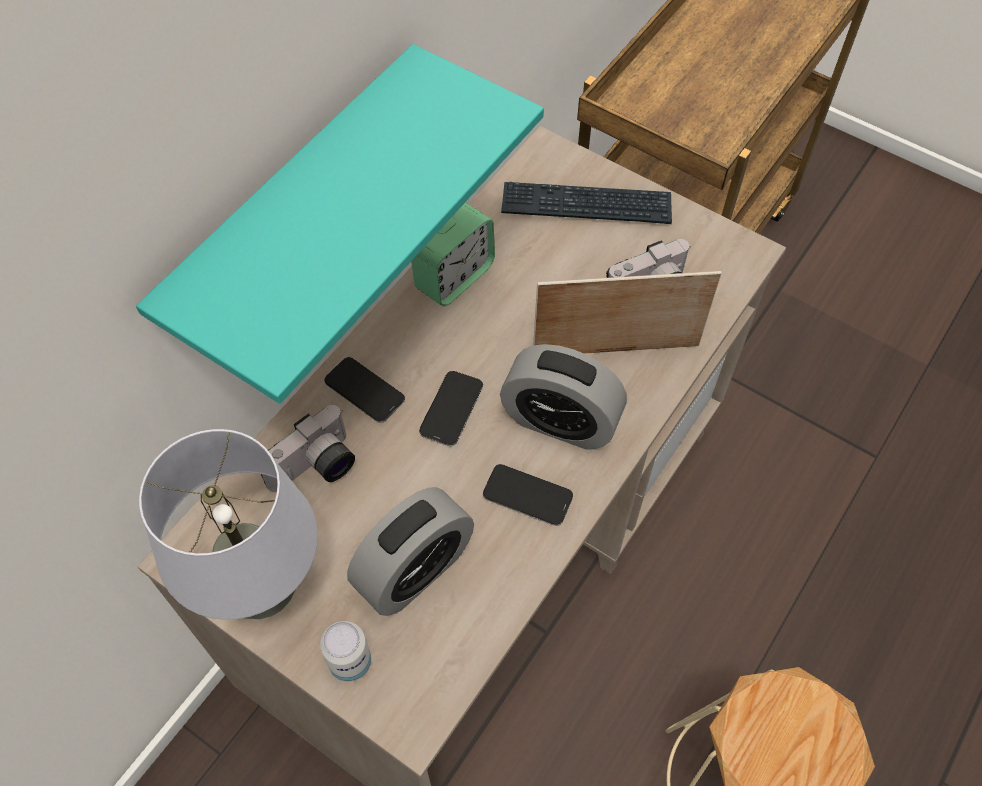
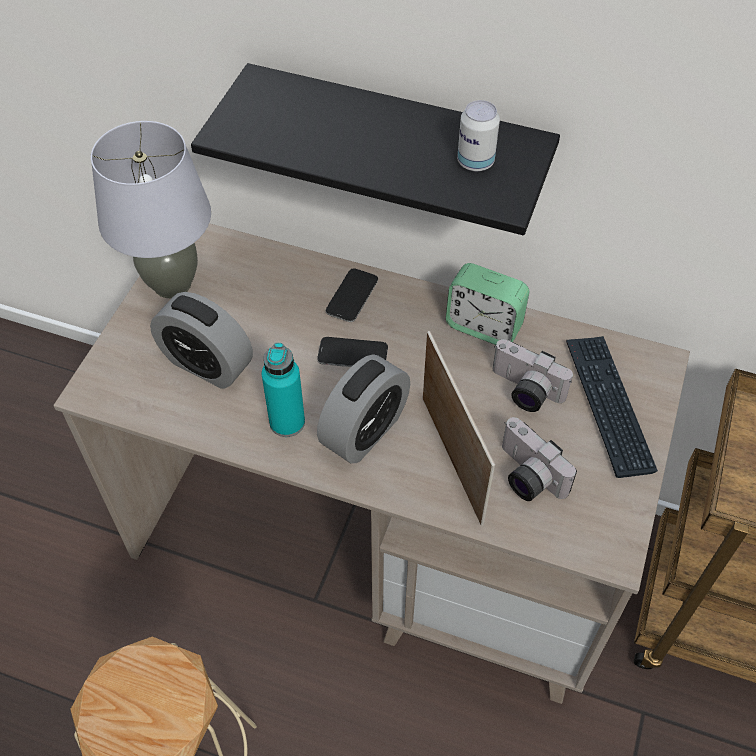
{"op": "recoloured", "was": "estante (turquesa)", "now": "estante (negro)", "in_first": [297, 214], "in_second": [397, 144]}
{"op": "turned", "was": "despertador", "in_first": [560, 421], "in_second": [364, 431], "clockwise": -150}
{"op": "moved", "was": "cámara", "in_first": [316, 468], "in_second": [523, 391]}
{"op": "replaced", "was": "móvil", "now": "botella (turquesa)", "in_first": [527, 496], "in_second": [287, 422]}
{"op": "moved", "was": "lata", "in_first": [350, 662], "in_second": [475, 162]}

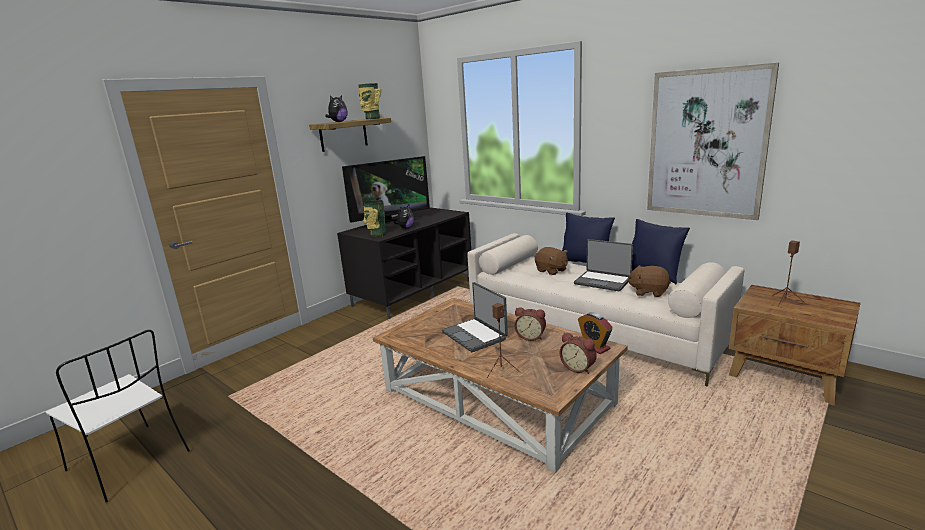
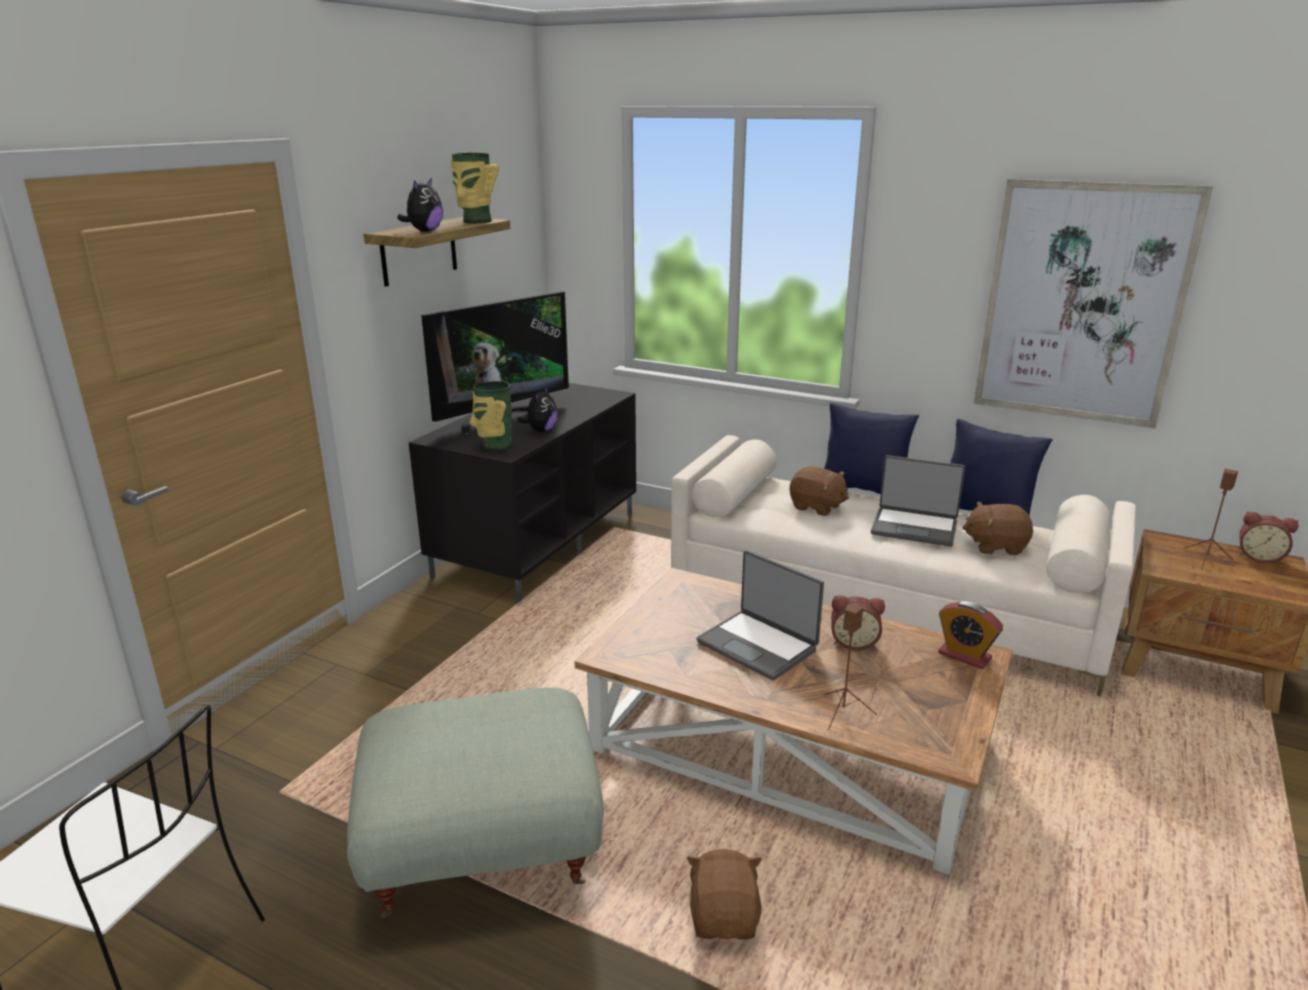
{"op": "moved", "was": "despertador", "in_first": [578, 368], "in_second": [1259, 557]}
{"op": "added", "now": "puf (gris)", "in_second": [482, 851]}
{"op": "added", "now": "peluche (marrón)", "in_second": [724, 917]}

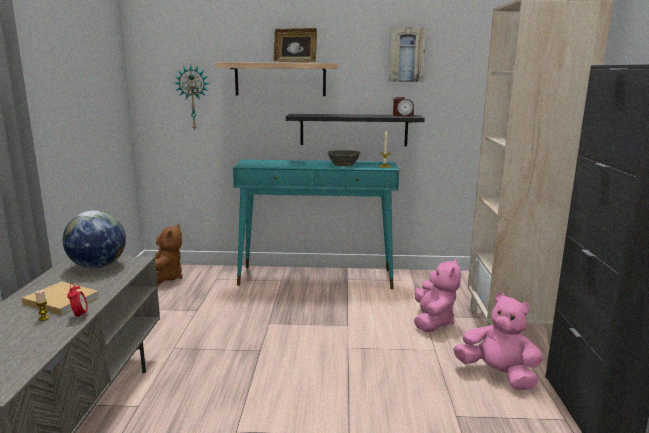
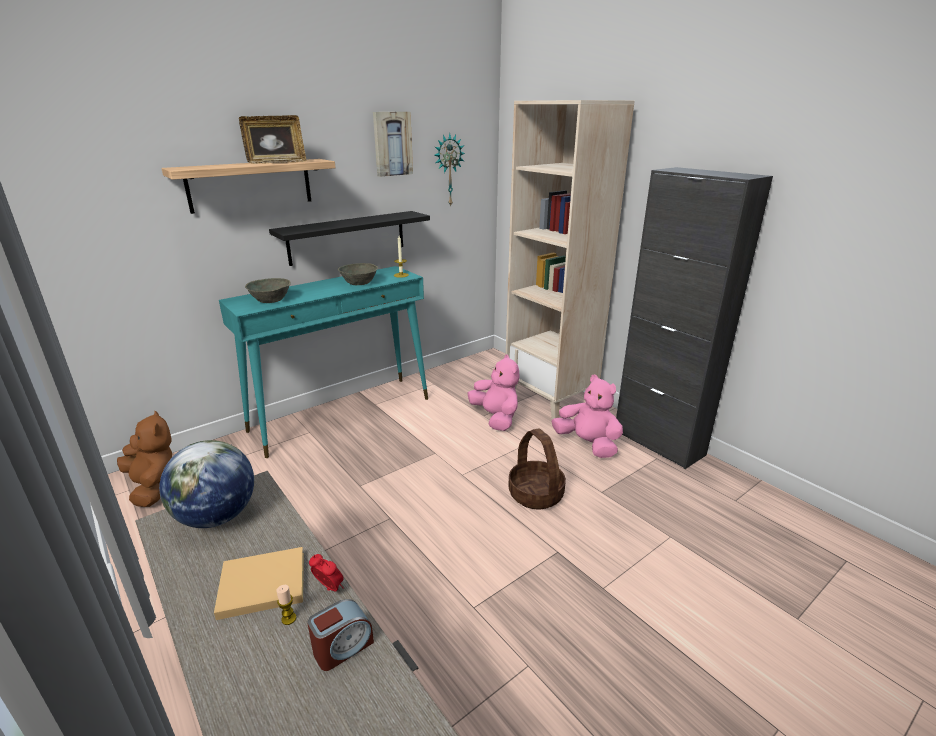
{"op": "moved", "was": "reloj de pared", "in_first": [193, 97], "in_second": [448, 170]}
{"op": "moved", "was": "despertador", "in_first": [403, 115], "in_second": [343, 647]}
{"op": "turned", "was": "peluche (rosa)", "in_first": [497, 375], "in_second": [587, 444], "clockwise": 45}
{"op": "added", "now": "cuenco (gris)", "in_second": [271, 300]}
{"op": "added", "now": "cesta", "in_second": [535, 494]}

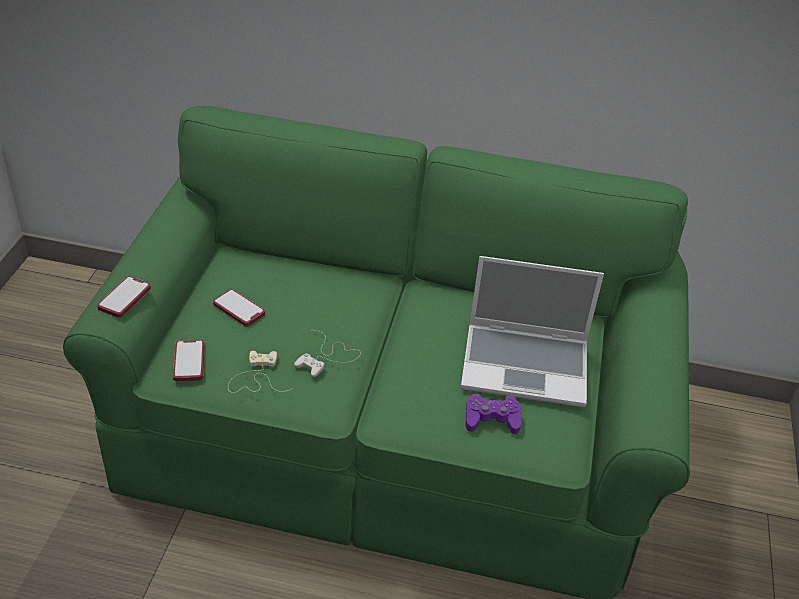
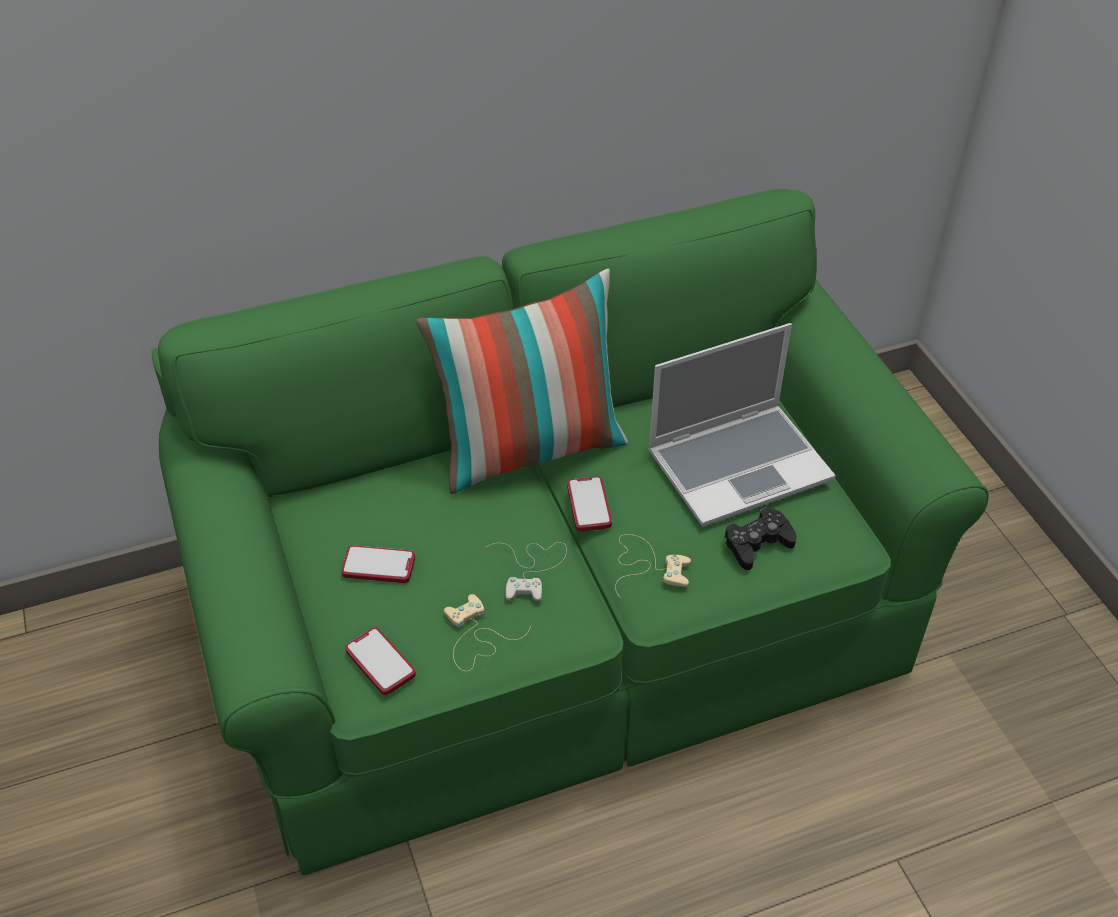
{"op": "moved", "was": "móvil", "in_first": [124, 298], "in_second": [589, 505]}
{"op": "recoloured", "was": "mando de consola (morado)", "now": "mando de consola (negro)", "in_first": [491, 419], "in_second": [757, 543]}
{"op": "added", "now": "cojín", "in_second": [530, 449]}
{"op": "added", "now": "mando de consola (beis)", "in_second": [647, 565]}

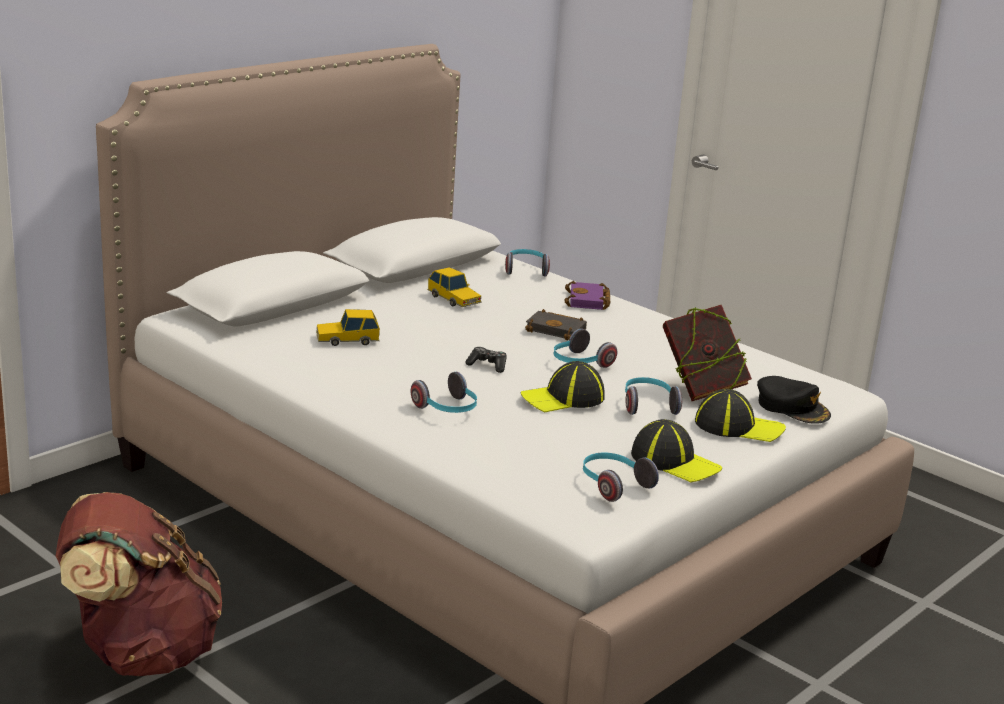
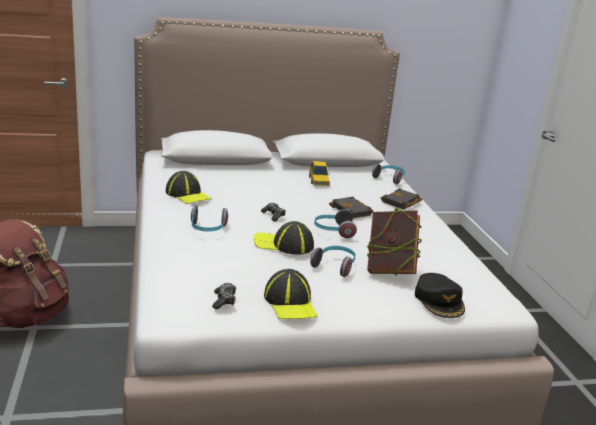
{"op": "recoloured", "was": "libro (morado)", "now": "libro (negro)", "in_first": [588, 301], "in_second": [401, 203]}
{"op": "removed", "was": "coche de juguete", "in_first": [347, 339]}
{"op": "moved", "was": "gorra", "in_first": [738, 427], "in_second": [188, 195]}
{"op": "replaced", "was": "auriculares", "now": "mando de consola", "in_first": [613, 485], "in_second": [224, 301]}

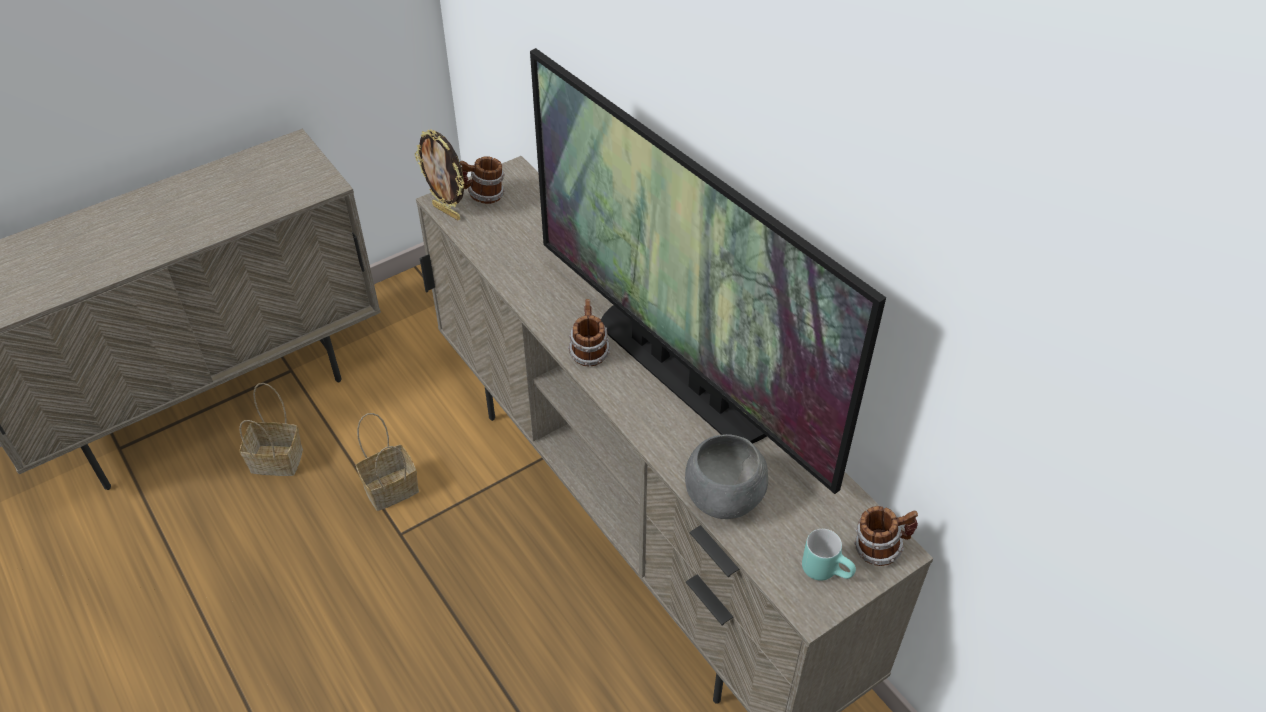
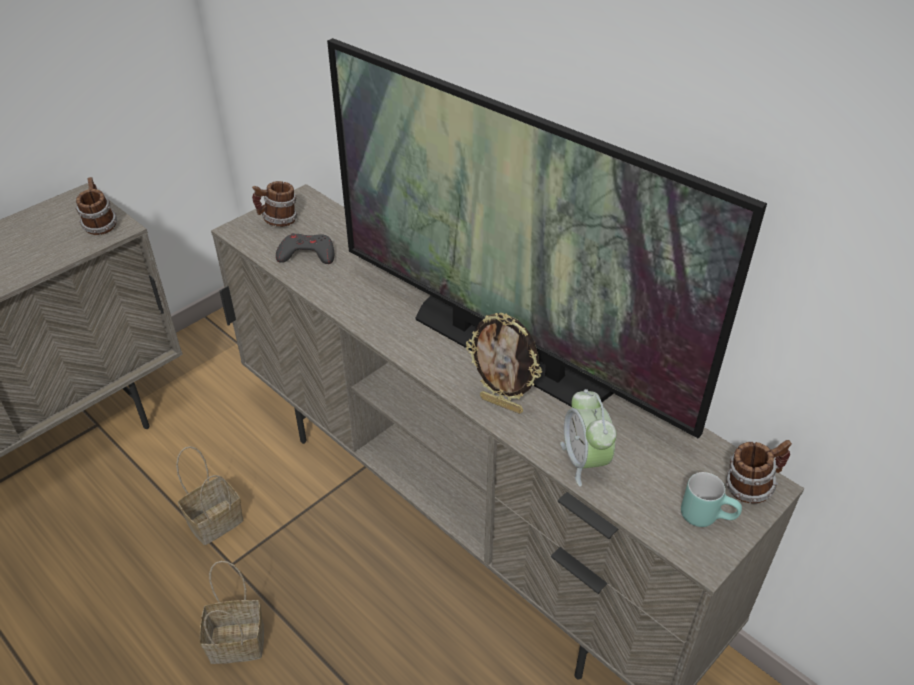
{"op": "moved", "was": "portarretratos", "in_first": [447, 212], "in_second": [502, 404]}
{"op": "moved", "was": "taza grande", "in_first": [588, 352], "in_second": [100, 225]}
{"op": "moved", "was": "cesta", "in_first": [278, 459], "in_second": [239, 641]}
{"op": "replaced", "was": "cuenco (gris)", "now": "despertador", "in_first": [725, 497], "in_second": [585, 461]}
{"op": "added", "now": "mando de consola (gris)", "in_second": [307, 254]}

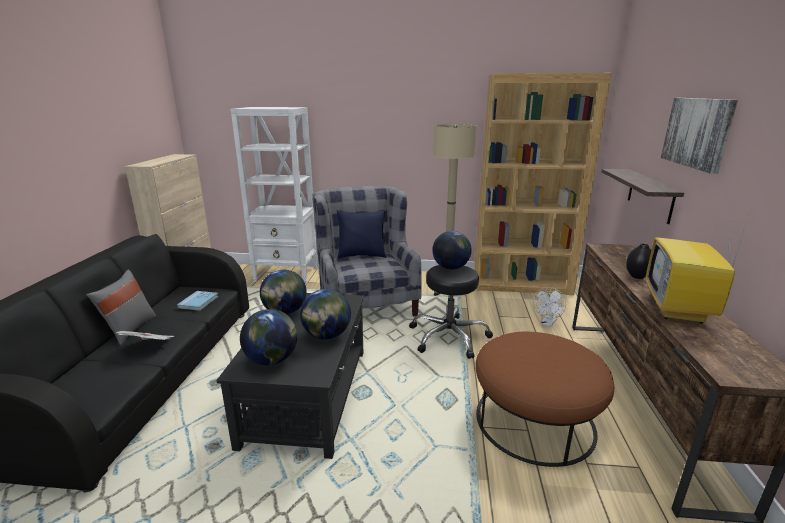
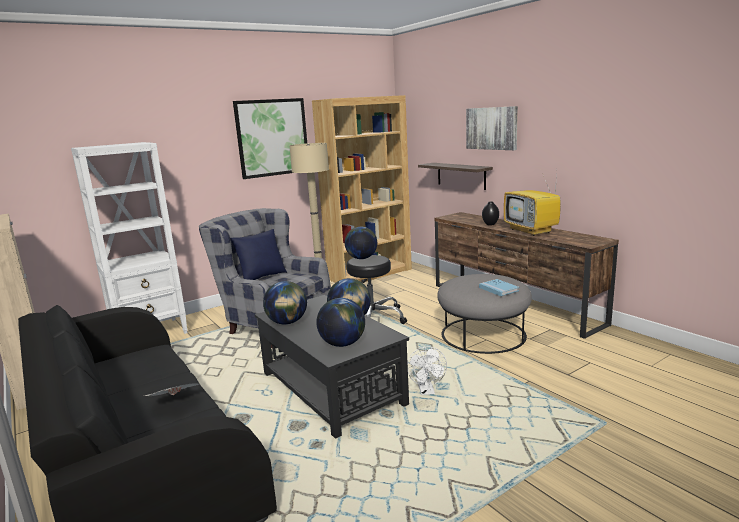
{"op": "removed", "was": "cojín (gris)", "in_first": [129, 329]}
{"op": "moved", "was": "ventilador (blanco)", "in_first": [547, 323], "in_second": [427, 391]}
{"op": "moved", "was": "libro (azul)", "in_first": [198, 302], "in_second": [498, 289]}
{"op": "recoloured", "was": "puf (marrón)", "now": "puf (gris)", "in_first": [535, 420], "in_second": [483, 334]}
{"op": "added", "now": "cuadro", "in_second": [272, 137]}

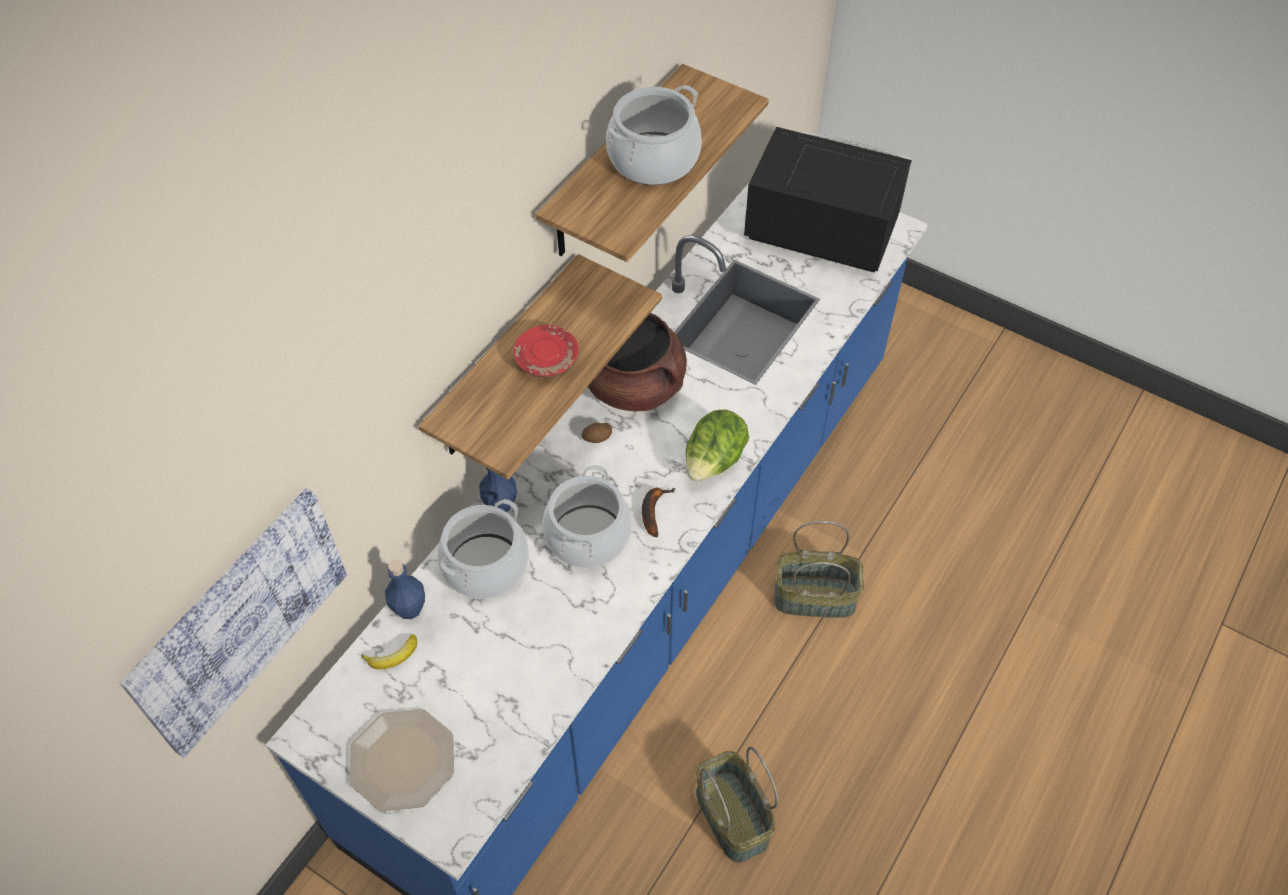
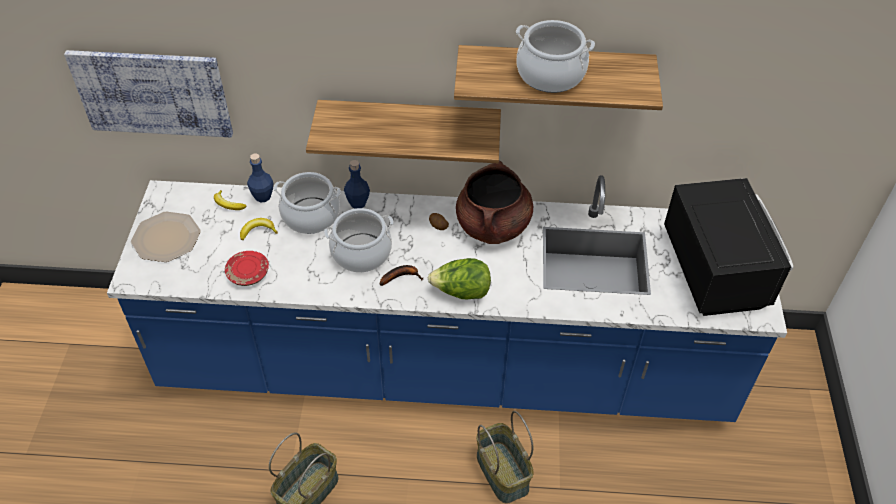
{"op": "moved", "was": "plato (rojo)", "in_first": [547, 359], "in_second": [248, 273]}
{"op": "added", "now": "plátano", "in_second": [258, 231]}

